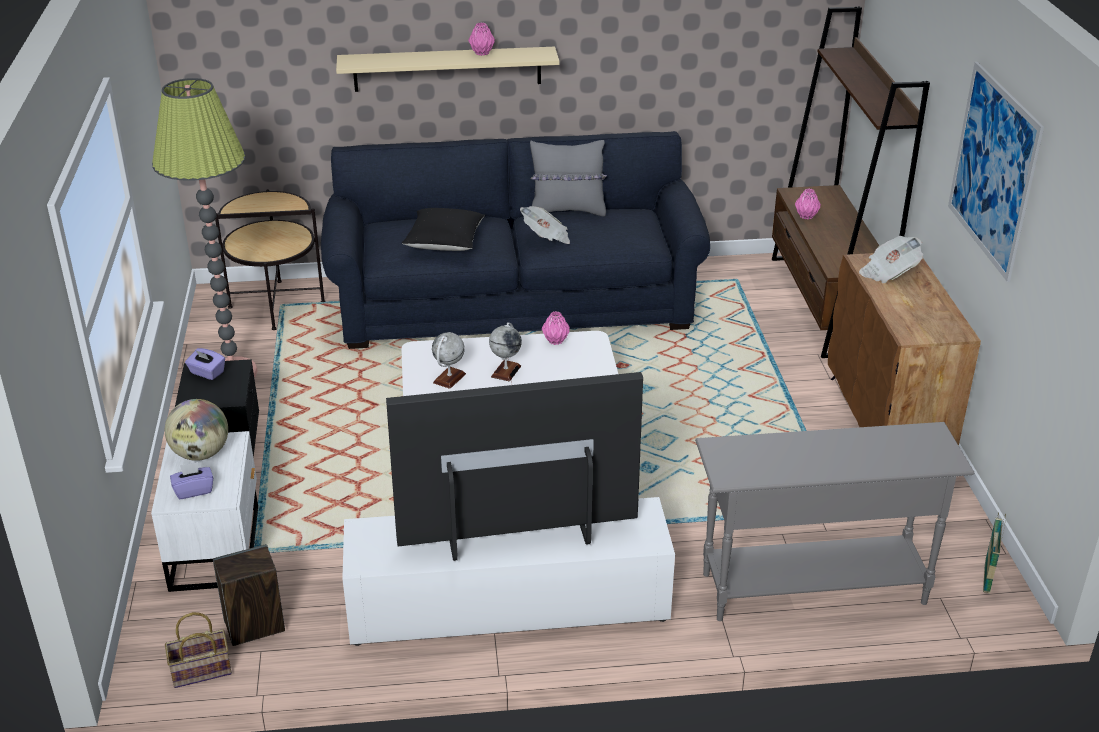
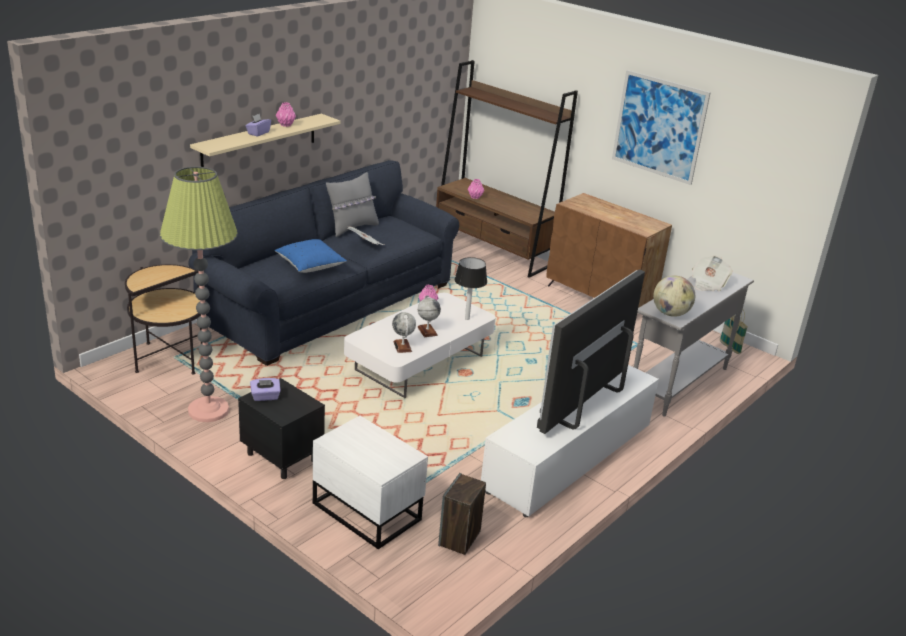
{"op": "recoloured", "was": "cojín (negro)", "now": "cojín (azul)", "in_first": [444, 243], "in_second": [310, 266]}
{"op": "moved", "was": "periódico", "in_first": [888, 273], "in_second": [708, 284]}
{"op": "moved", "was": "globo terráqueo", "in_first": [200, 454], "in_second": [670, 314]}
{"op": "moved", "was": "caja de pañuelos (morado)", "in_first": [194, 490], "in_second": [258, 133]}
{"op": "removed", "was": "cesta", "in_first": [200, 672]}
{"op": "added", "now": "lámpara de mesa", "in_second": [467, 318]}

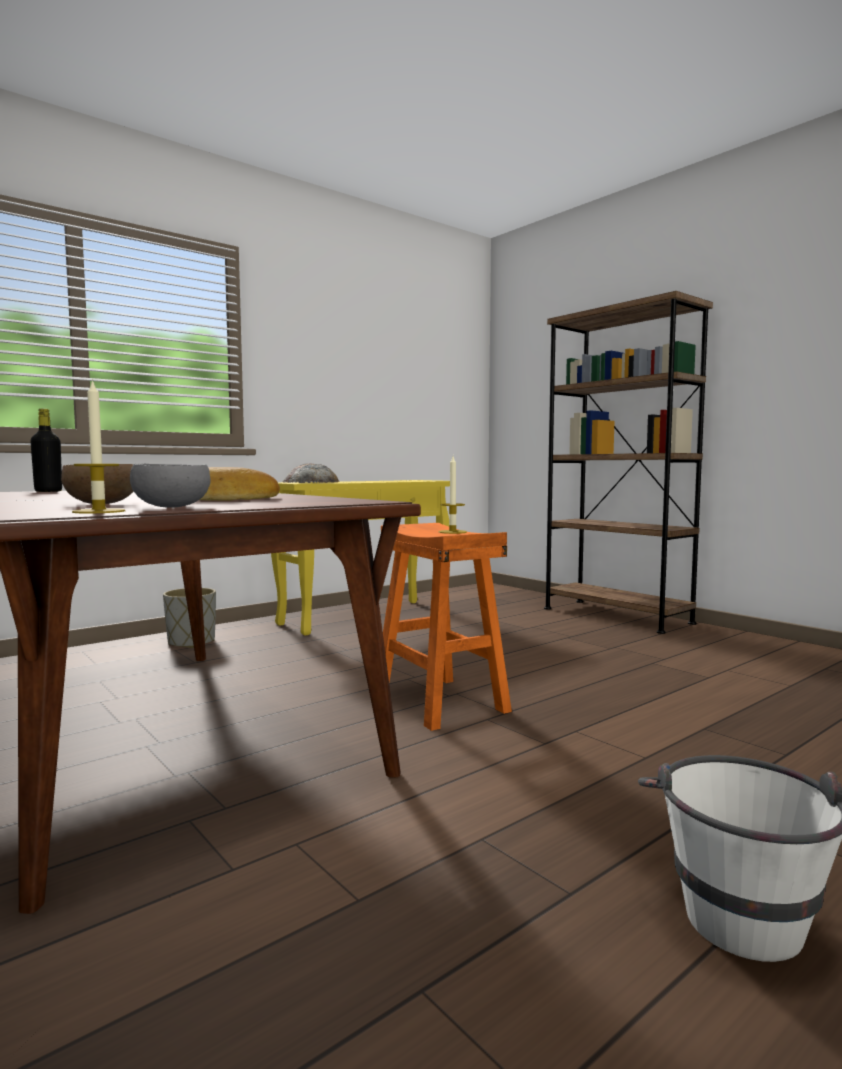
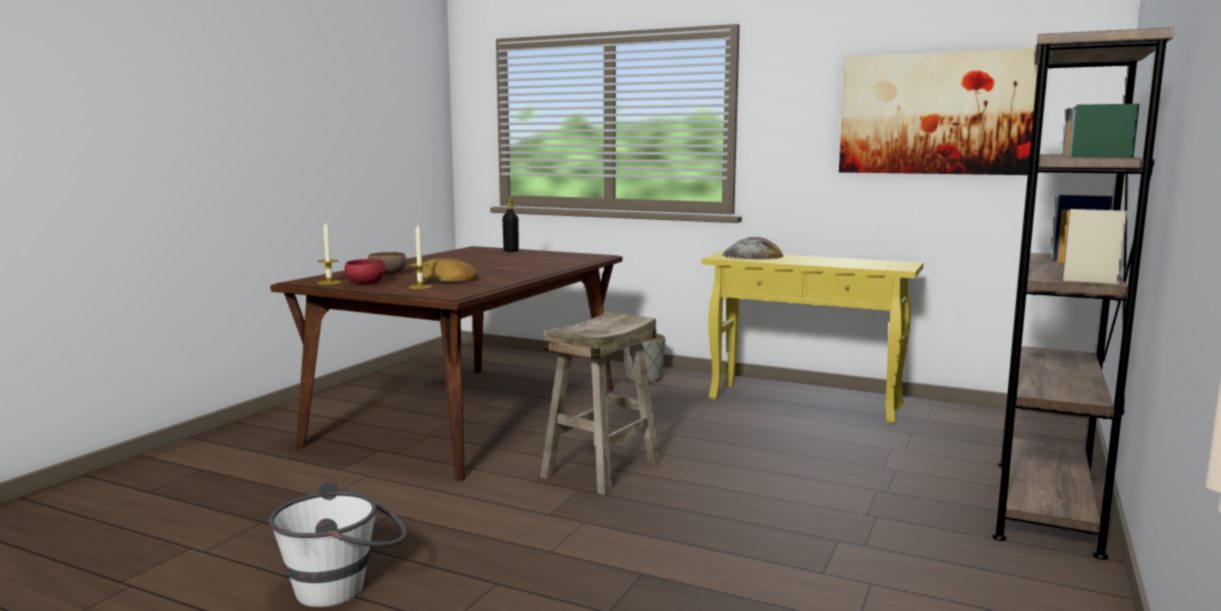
{"op": "moved", "was": "vela", "in_first": [452, 532], "in_second": [420, 287]}
{"op": "recoloured", "was": "cuenco (gris)", "now": "cuenco (rojo)", "in_first": [173, 507], "in_second": [366, 284]}
{"op": "recoloured", "was": "taburete (naranja)", "now": "taburete (beis)", "in_first": [441, 701], "in_second": [602, 469]}
{"op": "added", "now": "cuadro", "in_second": [934, 114]}

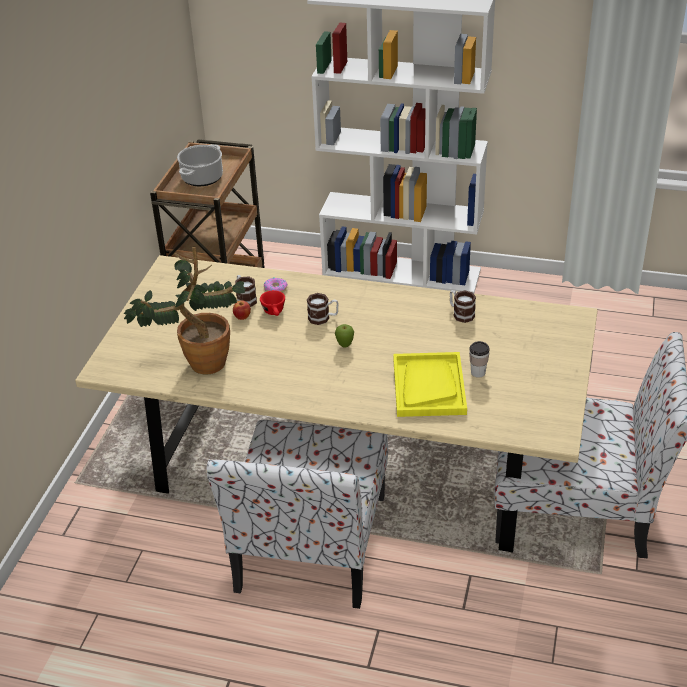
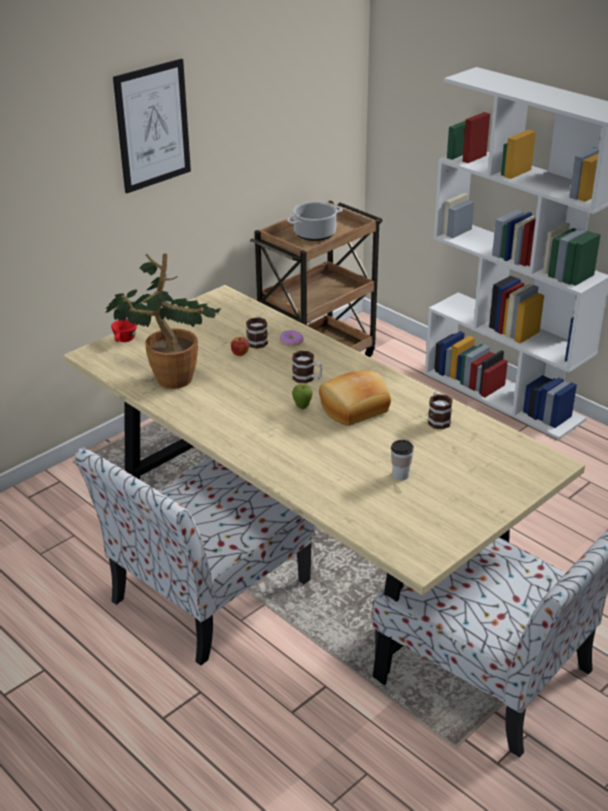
{"op": "moved", "was": "taza (rojo)", "in_first": [274, 312], "in_second": [124, 340]}
{"op": "removed", "was": "bandeja (amarillo)", "in_first": [428, 386]}
{"op": "added", "now": "cuadro", "in_second": [152, 126]}
{"op": "added", "now": "pan", "in_second": [355, 409]}

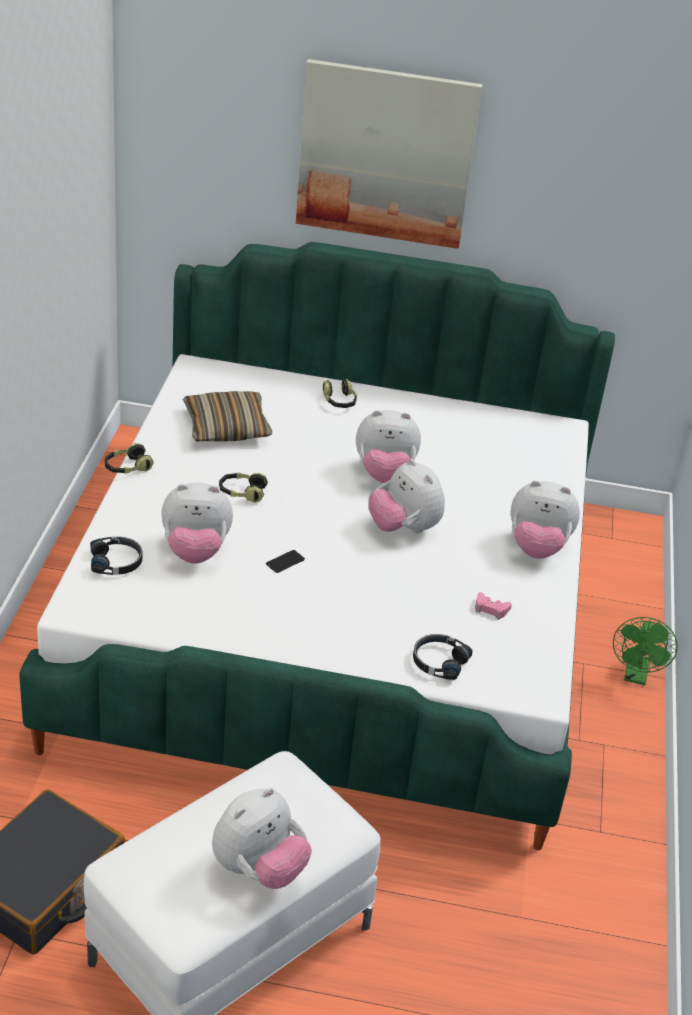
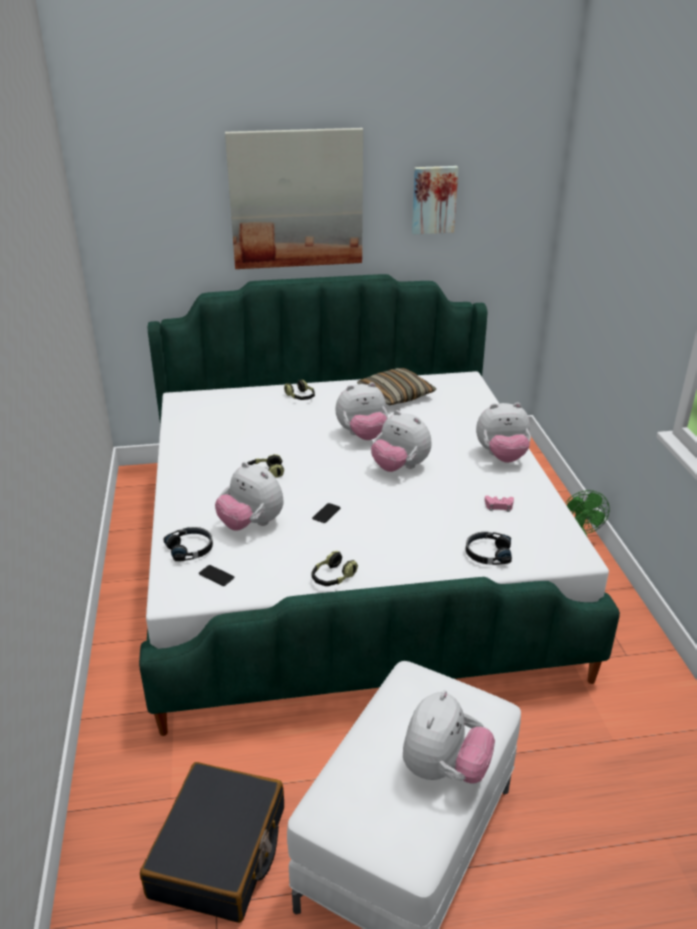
{"op": "moved", "was": "cojín", "in_first": [226, 427], "in_second": [396, 395]}
{"op": "moved", "was": "auriculares", "in_first": [127, 468], "in_second": [333, 577]}
{"op": "turned", "was": "peluche", "in_first": [195, 551], "in_second": [251, 524], "clockwise": 60}
{"op": "added", "now": "cuadro", "in_second": [434, 199]}
{"op": "added", "now": "móvil", "in_second": [216, 576]}

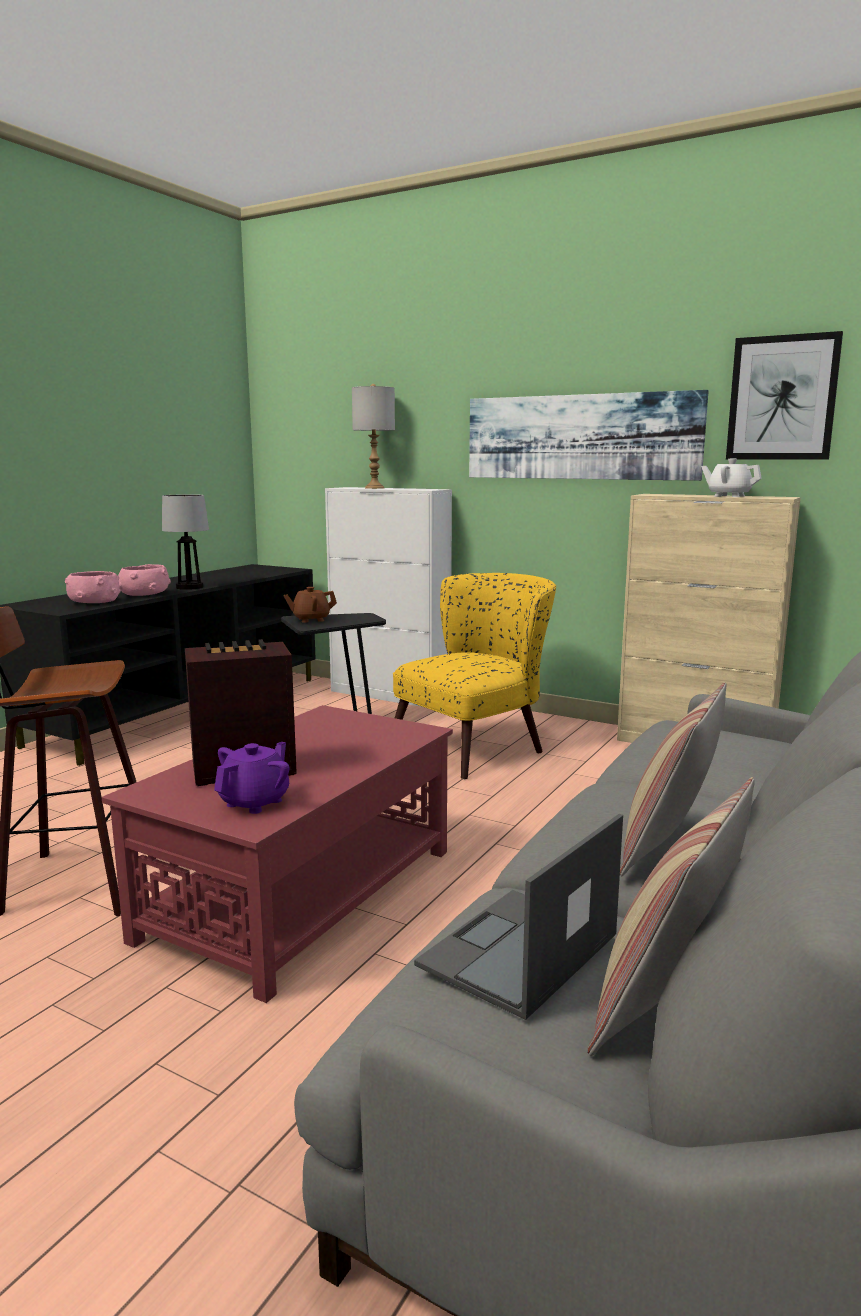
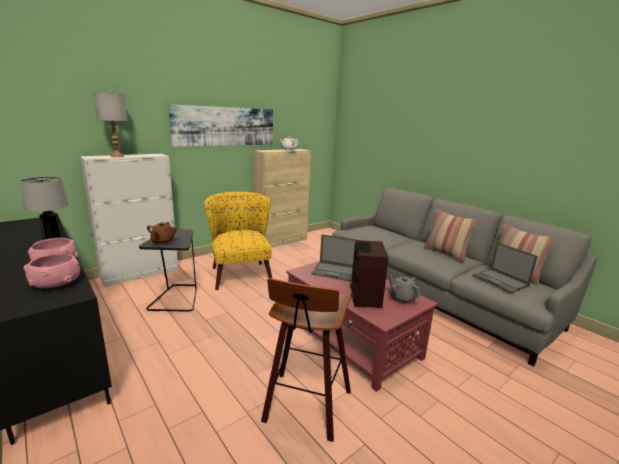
{"op": "removed", "was": "cuadro", "in_first": [782, 398]}
{"op": "recoloured", "was": "tetera (morado)", "now": "tetera (gris)", "in_first": [255, 802], "in_second": [401, 299]}
{"op": "added", "now": "portátil", "in_second": [336, 271]}

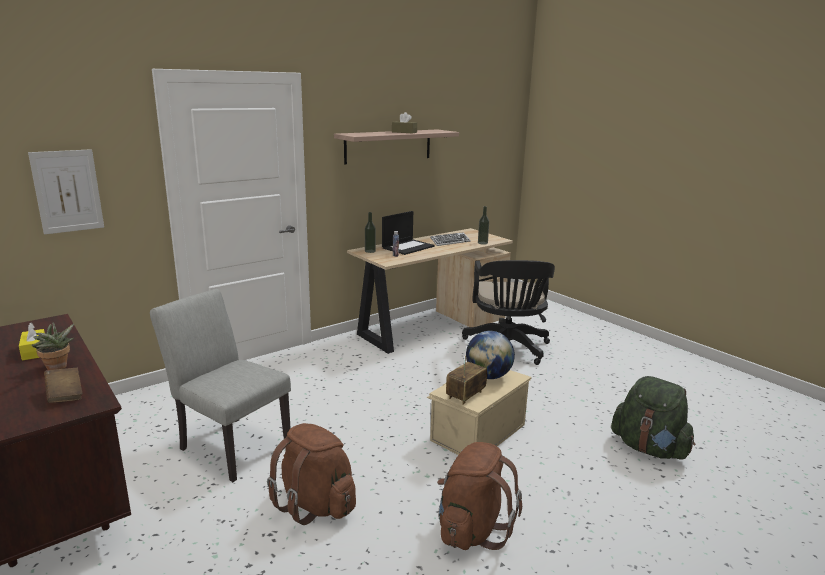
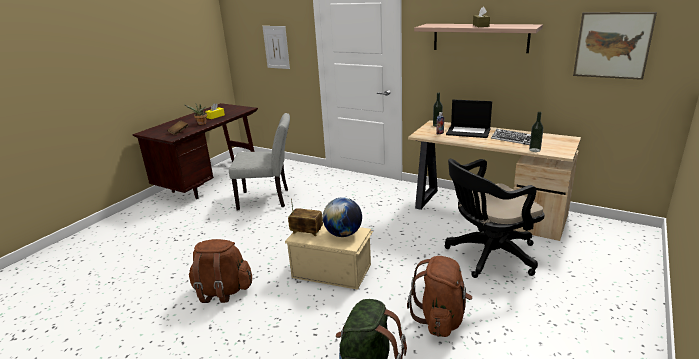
{"op": "turned", "was": "silla (gris)", "in_first": [230, 444], "in_second": [268, 199], "clockwise": 75}
{"op": "moved", "was": "mochila (marrón)", "in_first": [315, 504], "in_second": [440, 319]}
{"op": "added", "now": "cuadro", "in_second": [612, 45]}

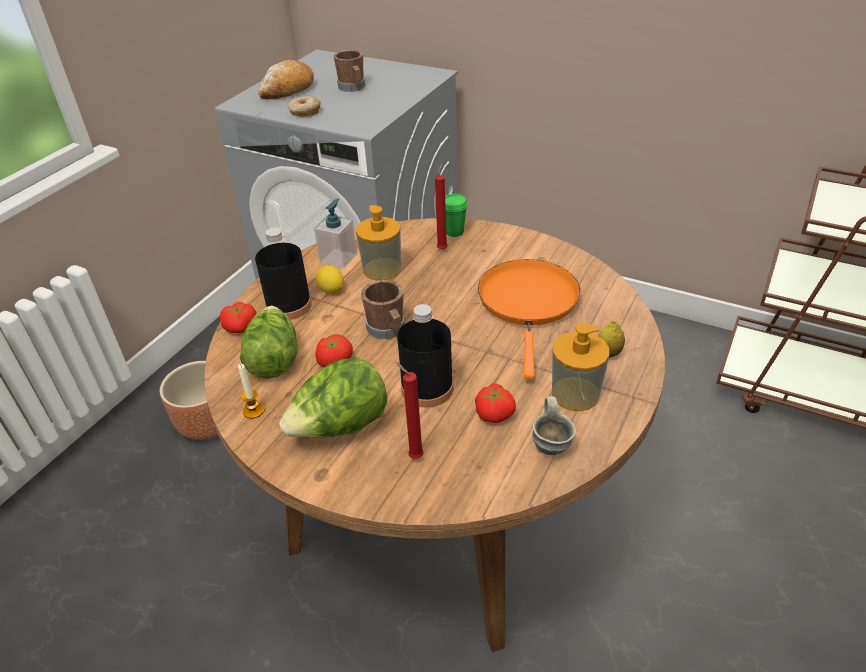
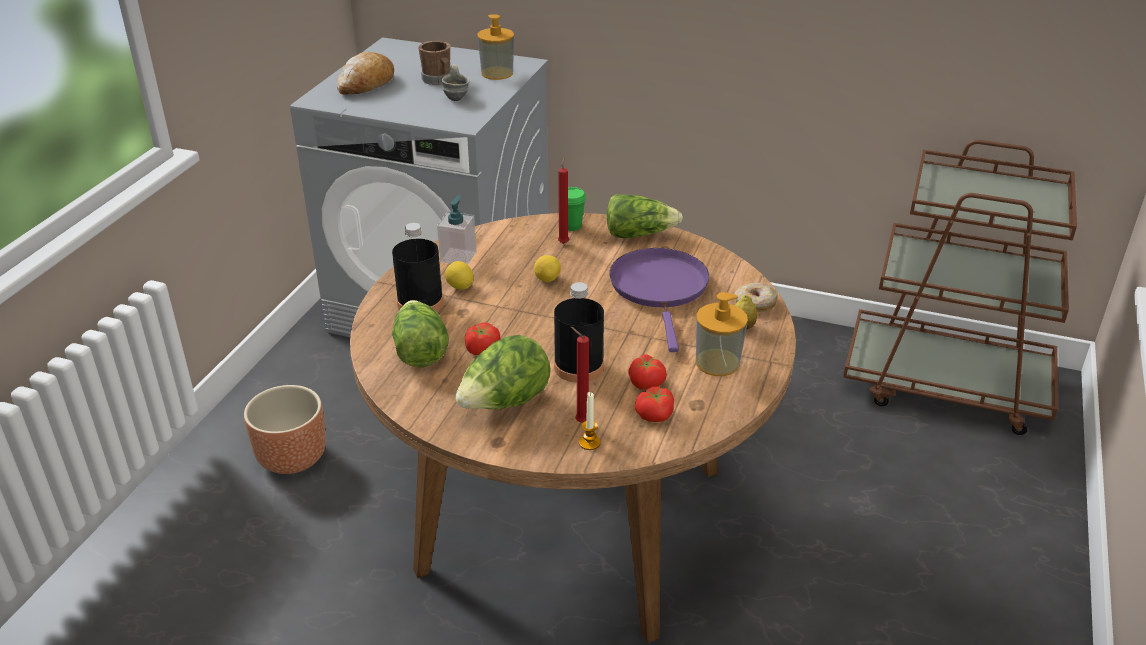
{"op": "moved", "was": "rosquilla", "in_first": [305, 112], "in_second": [754, 304]}
{"op": "moved", "was": "dispensador de jabón", "in_first": [382, 269], "in_second": [497, 73]}
{"op": "recoloured", "was": "sartén (naranja)", "now": "sartén (morado)", "in_first": [528, 303], "in_second": [660, 288]}
{"op": "removed", "was": "taza grande (marrón)", "in_first": [388, 330]}
{"op": "moved", "was": "tomate", "in_first": [241, 327], "in_second": [655, 415]}
{"op": "moved", "was": "vela", "in_first": [253, 411], "in_second": [589, 443]}
{"op": "moved", "was": "taza grande (gris)", "in_first": [553, 444], "in_second": [457, 97]}
{"op": "added", "now": "lechuga", "in_second": [639, 234]}
{"op": "added", "now": "limón", "in_second": [547, 279]}

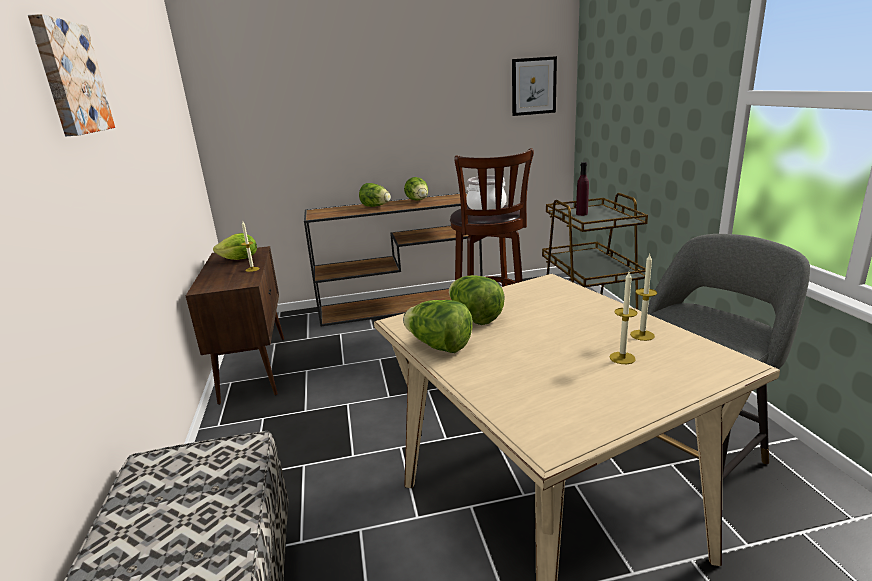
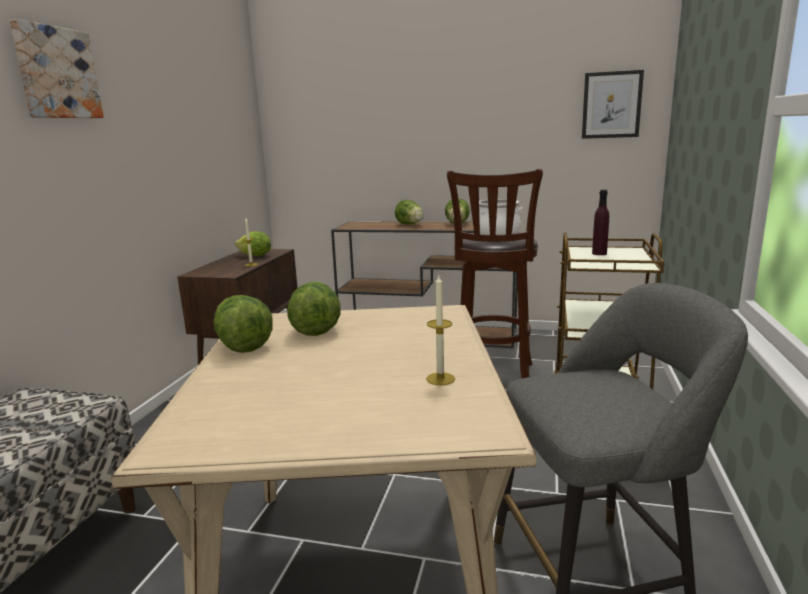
{"op": "removed", "was": "vela", "in_first": [622, 358]}

